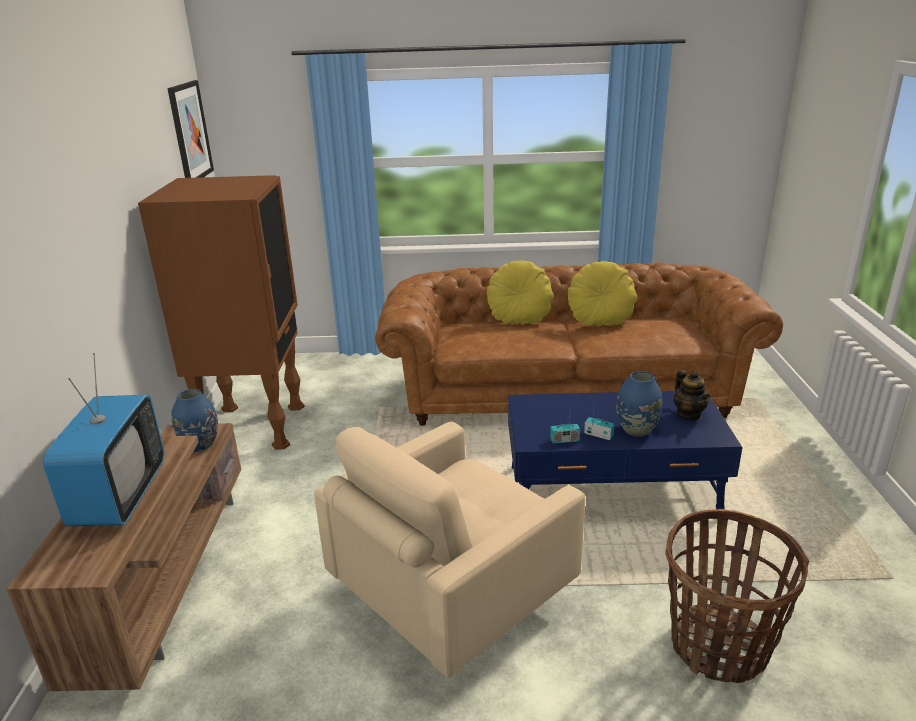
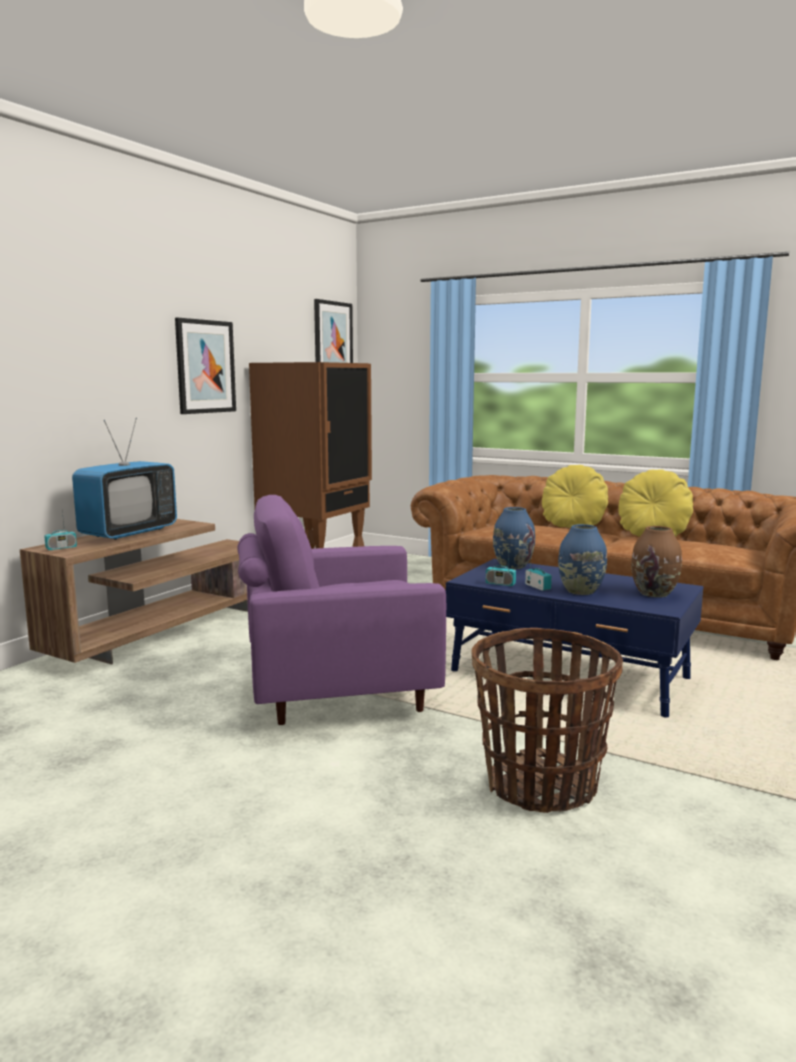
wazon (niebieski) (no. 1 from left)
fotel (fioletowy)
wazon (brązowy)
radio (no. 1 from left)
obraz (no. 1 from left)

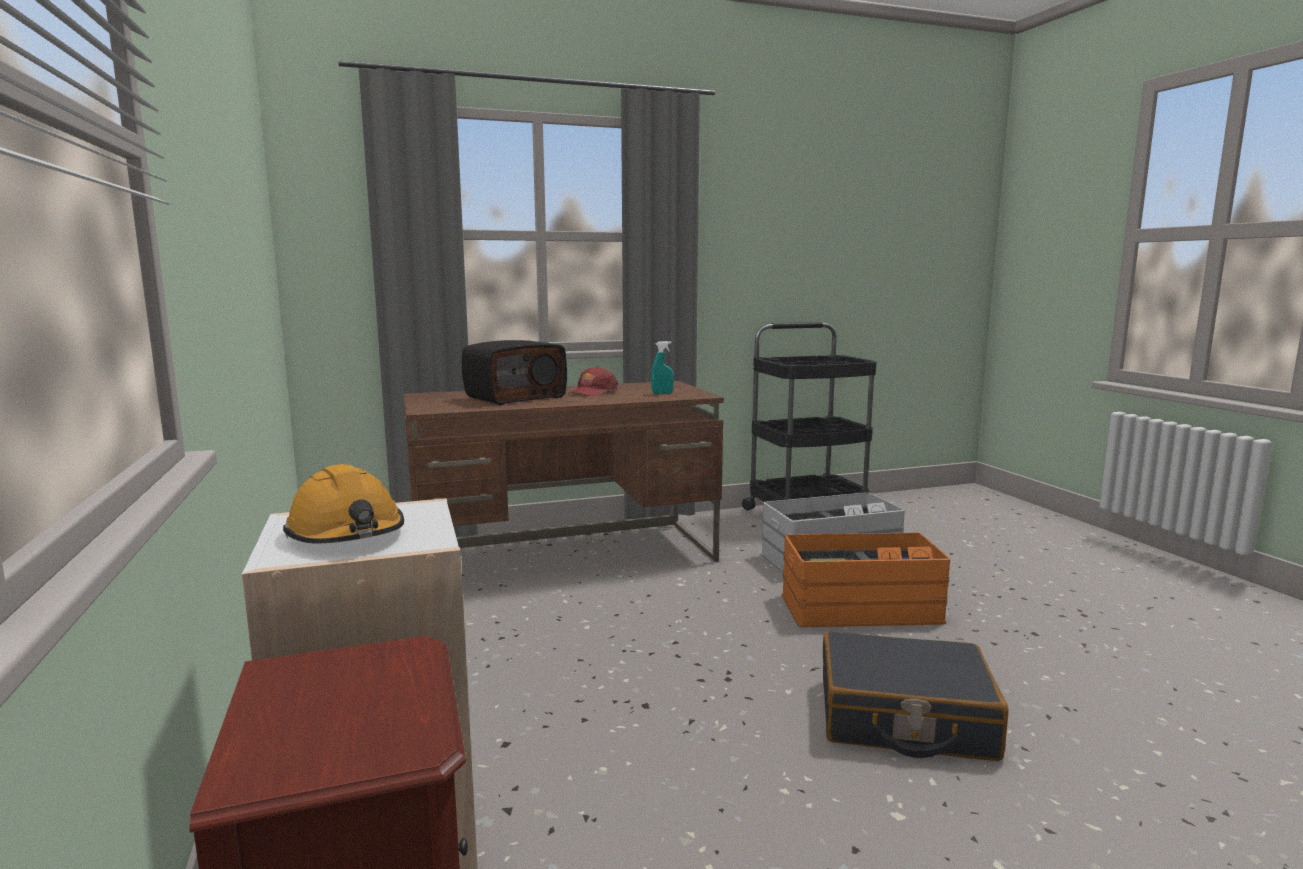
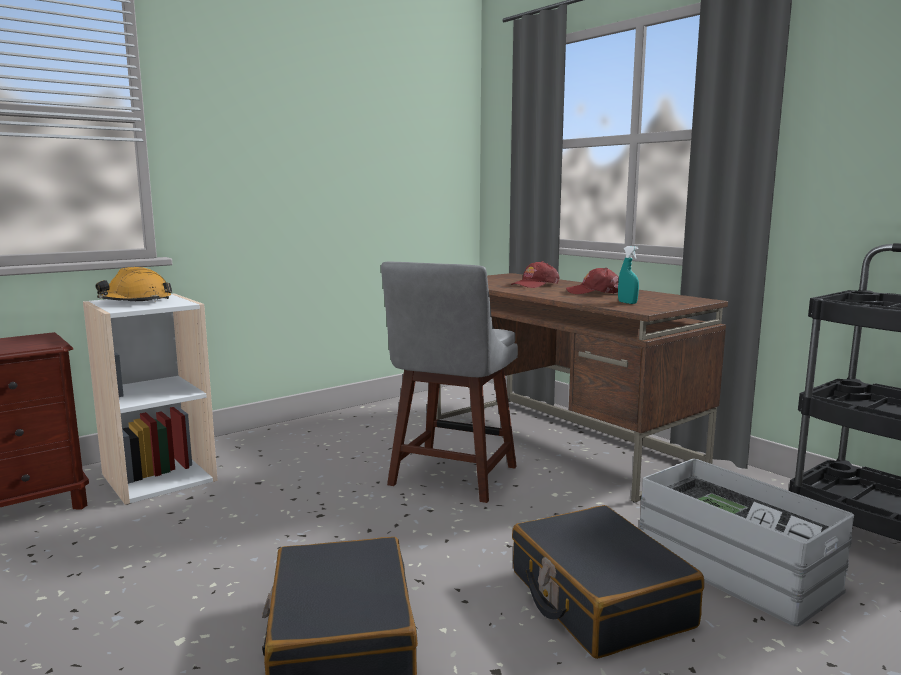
czapka z daszkiem (czerwony) (no. 1 from left)
walizka (czarny) (no. 2 from left)
krzesło (szary)

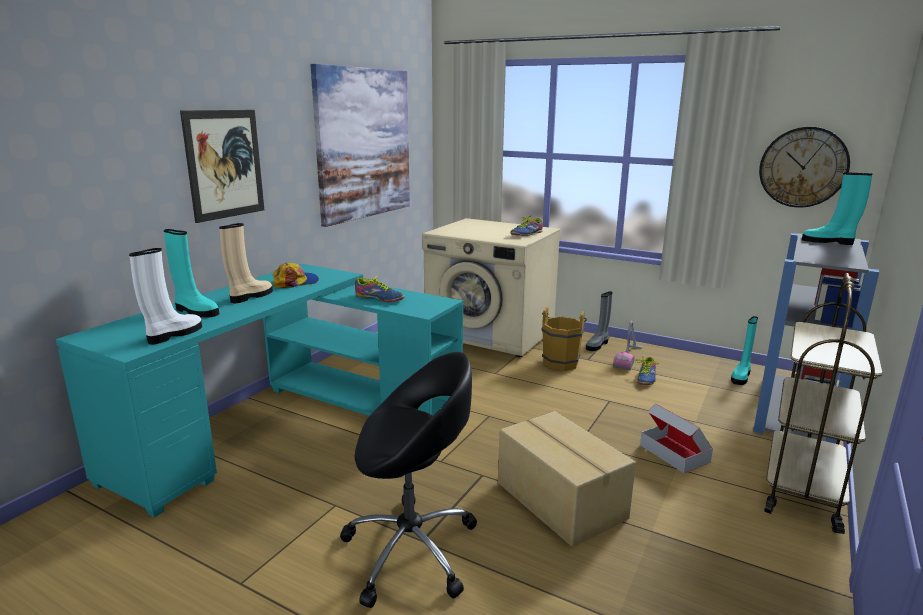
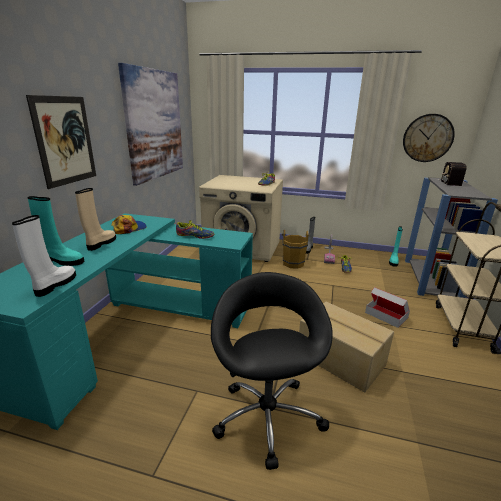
krzesło biurowe (czarny)
radio

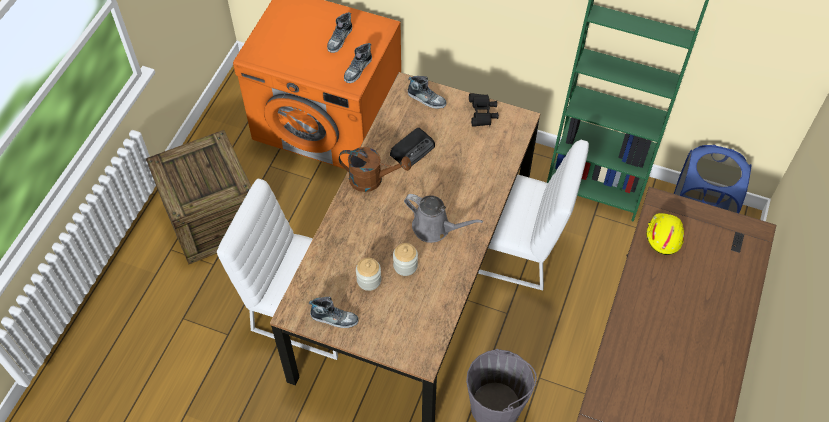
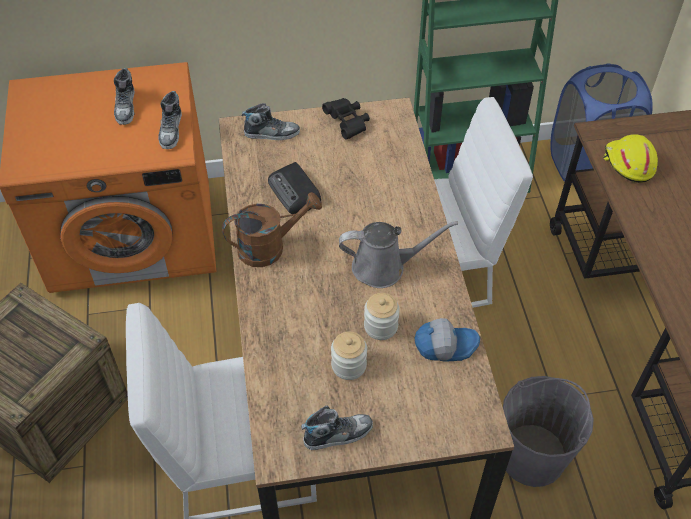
radio
czapka z daszkiem

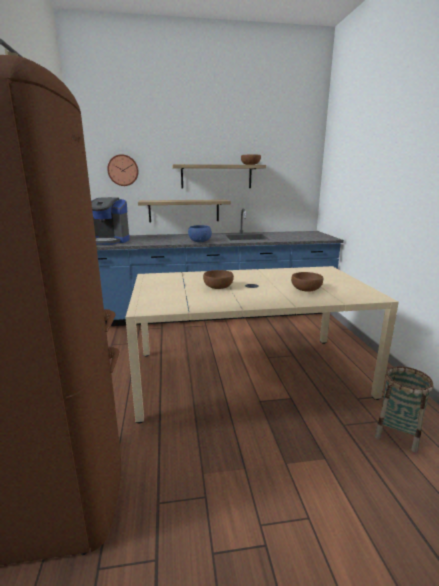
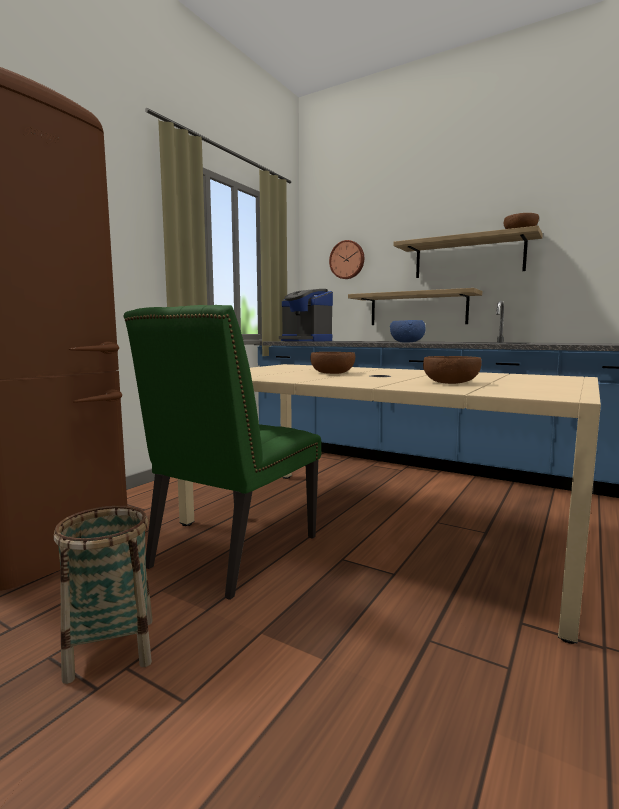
koszyk
krzesło (zielony)

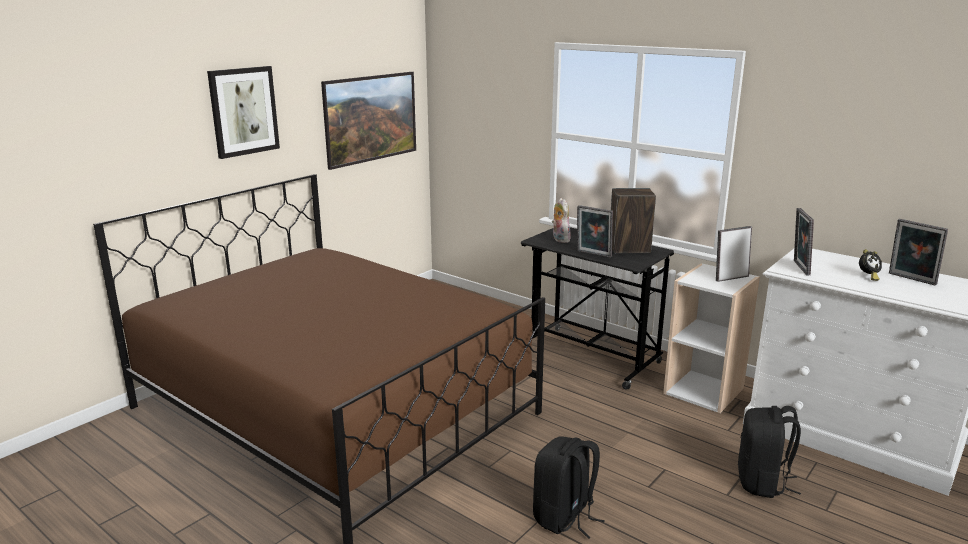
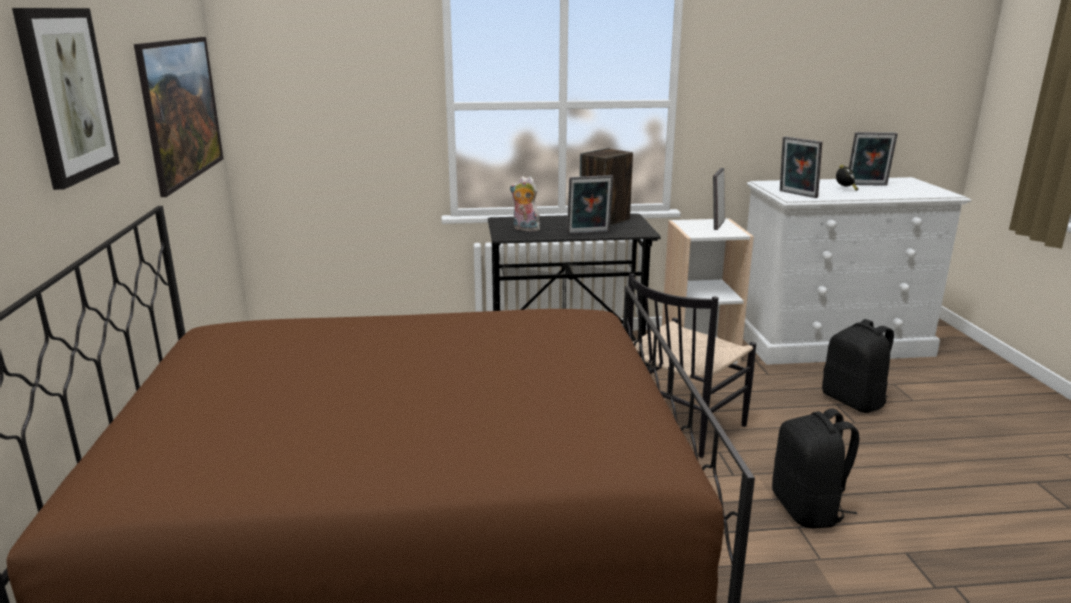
krzesło (czarny)

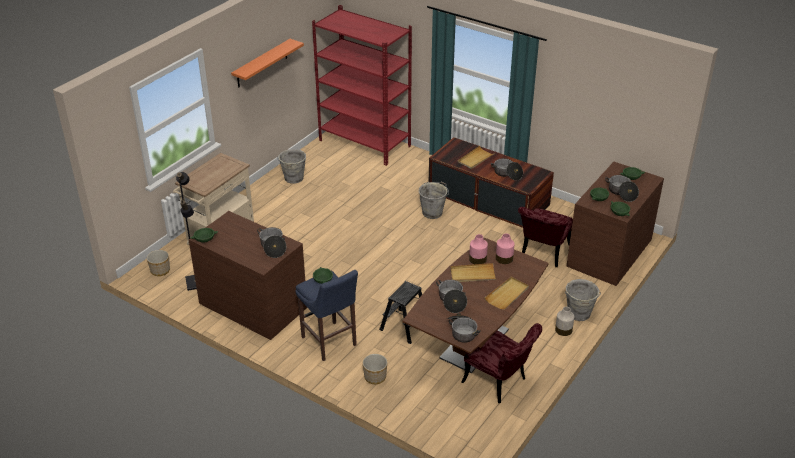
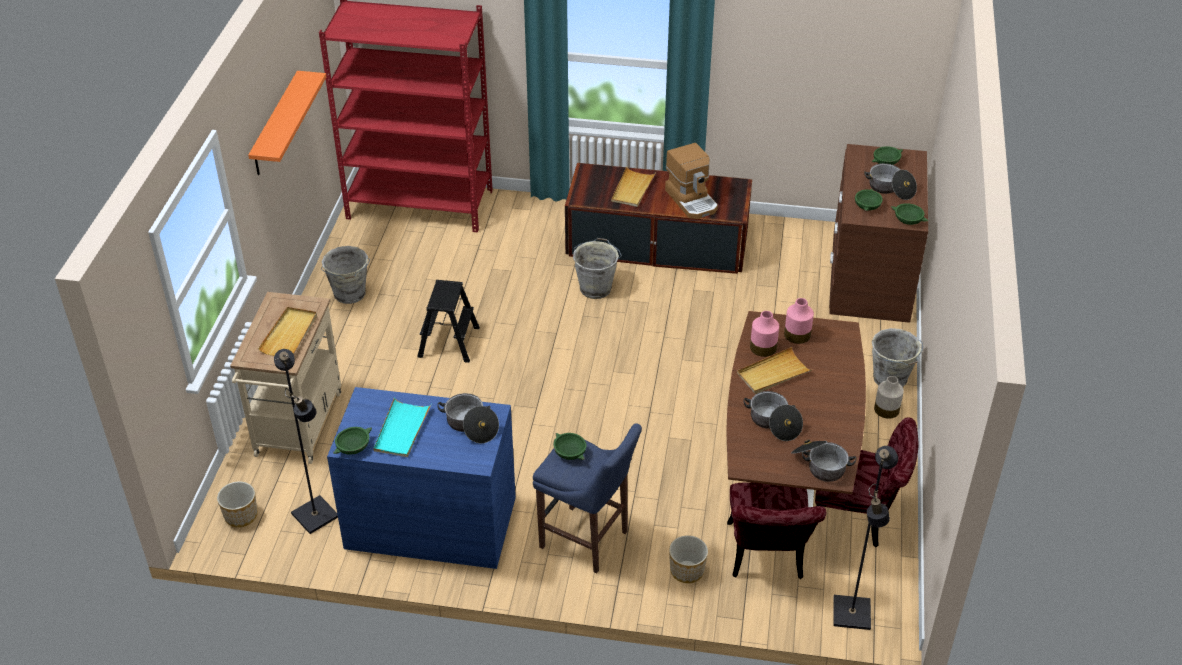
komoda (niebieski)
drabinka (czarny)
taca (beżowy) (no. 1 from left)
ekspres do kawy
krzesło (czerwony) (no. 1 from left)
taca (turkusowy)
lampa stojąca (czarny) (no. 2 from left)

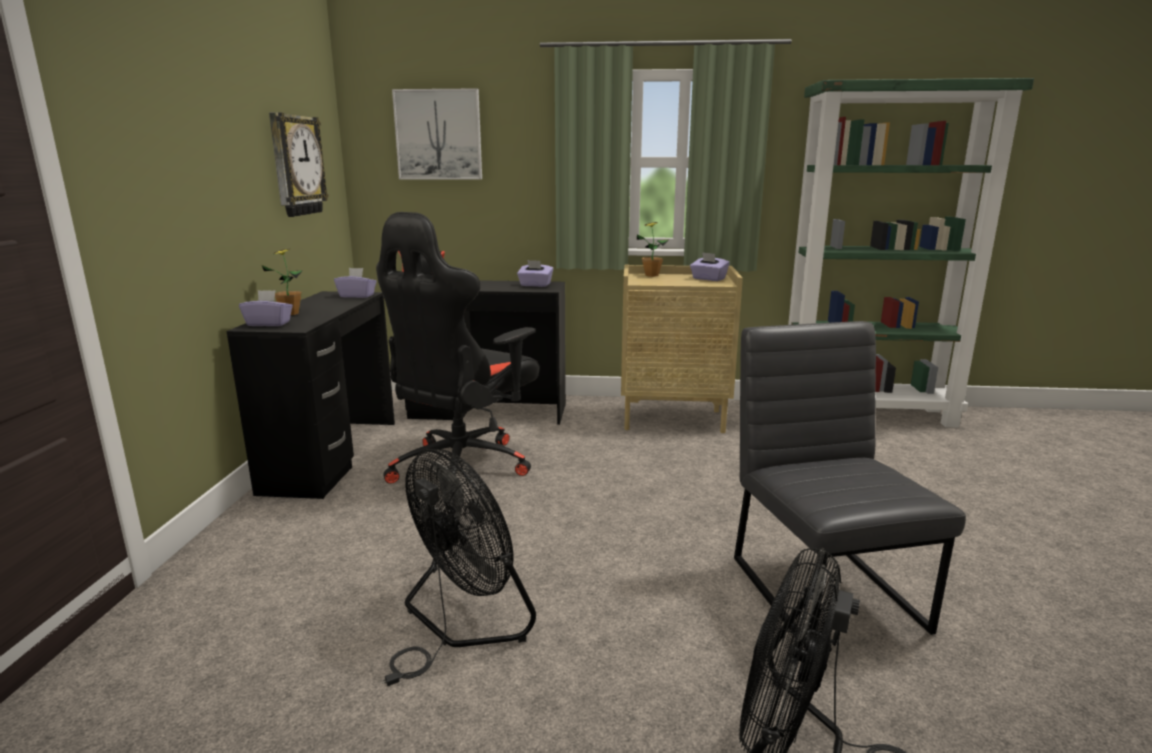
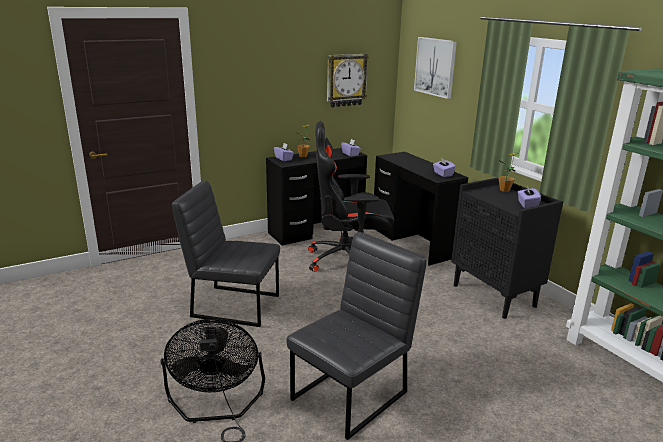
krzesło (szary) (no. 1 from left)
szafka (czarny)

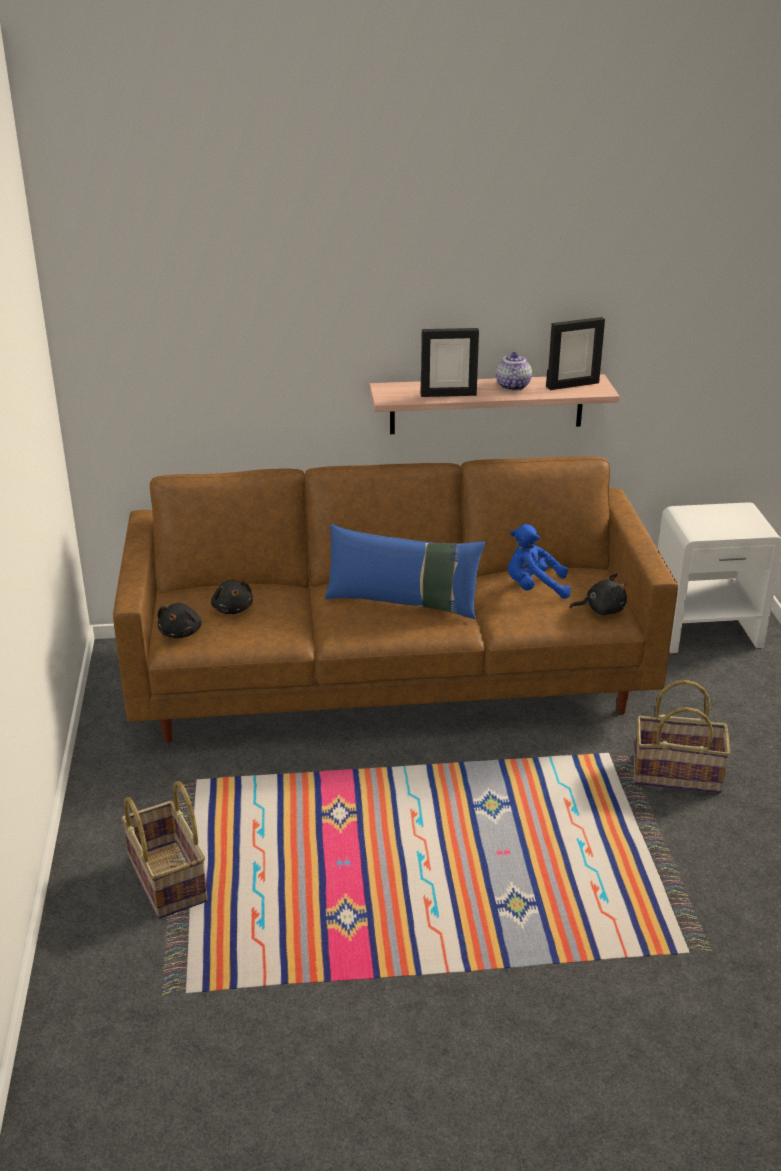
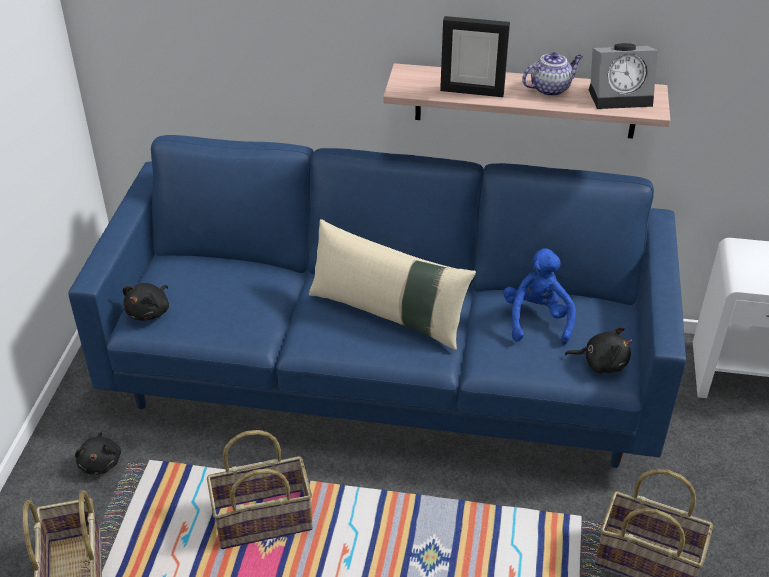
kanapa (niebieski)
pluszak (czarny) (no. 1 from left)
poduszka (beżowy)
imbryk
pluszak (niebieski)
budzik
koszyk (no. 2 from left)

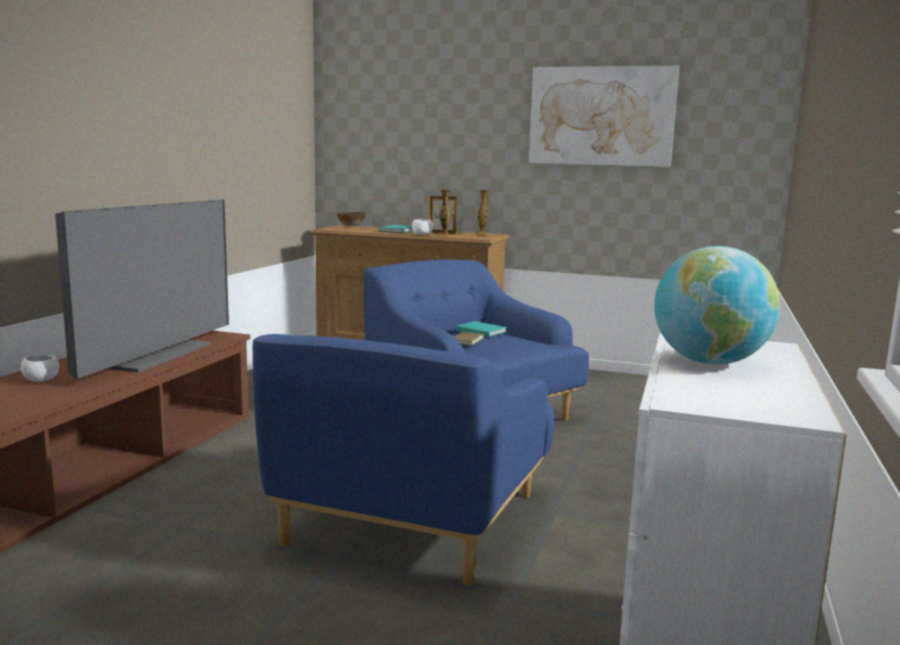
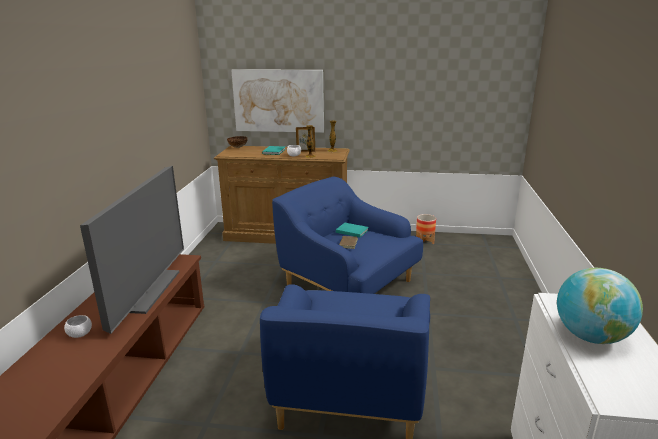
obraz
donica

